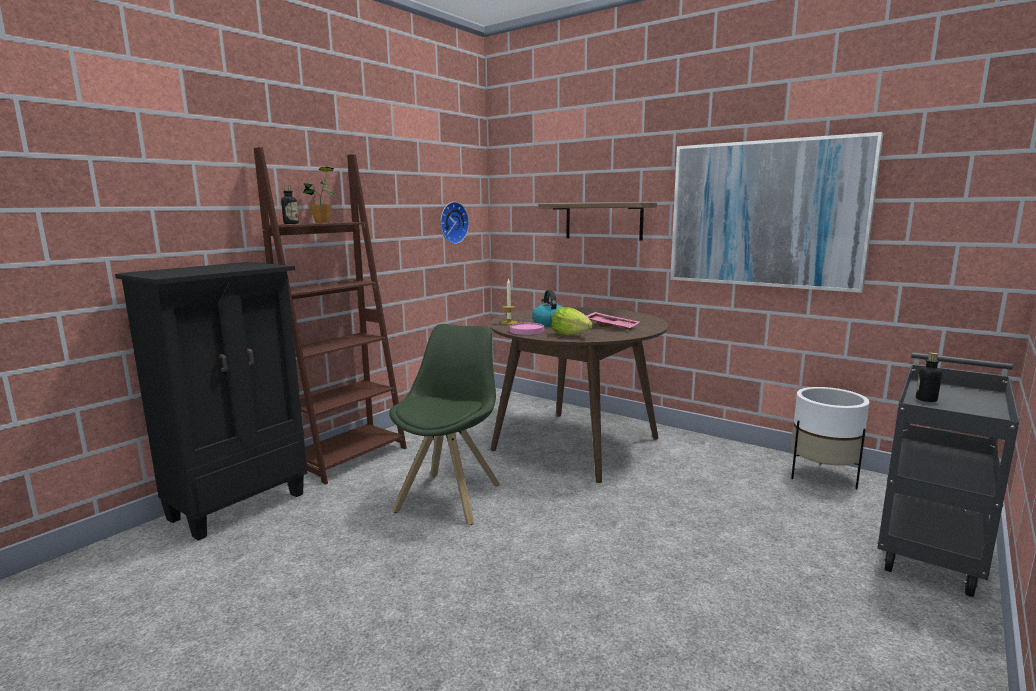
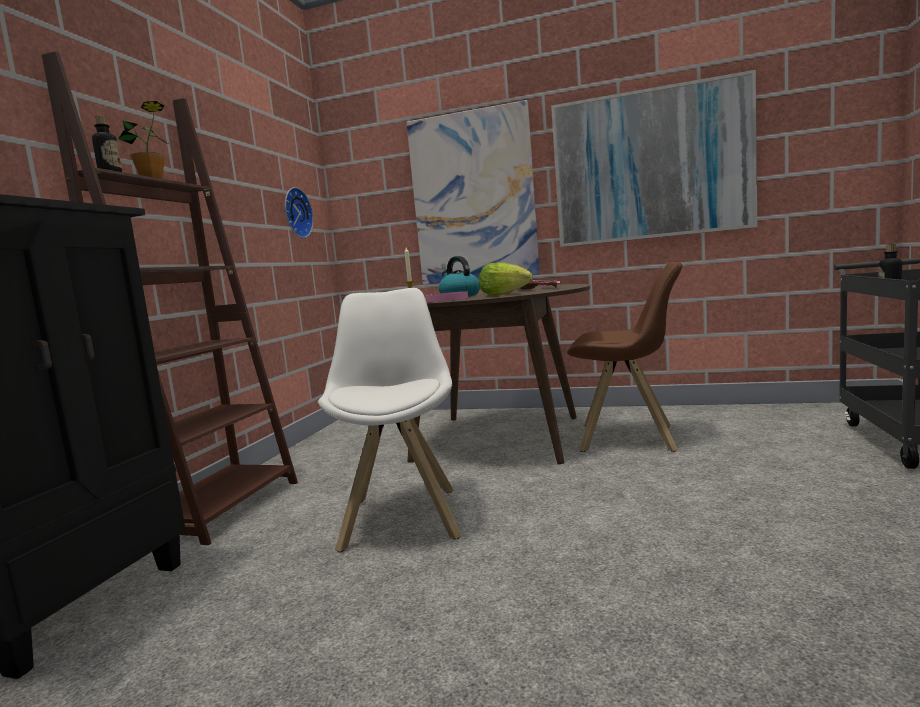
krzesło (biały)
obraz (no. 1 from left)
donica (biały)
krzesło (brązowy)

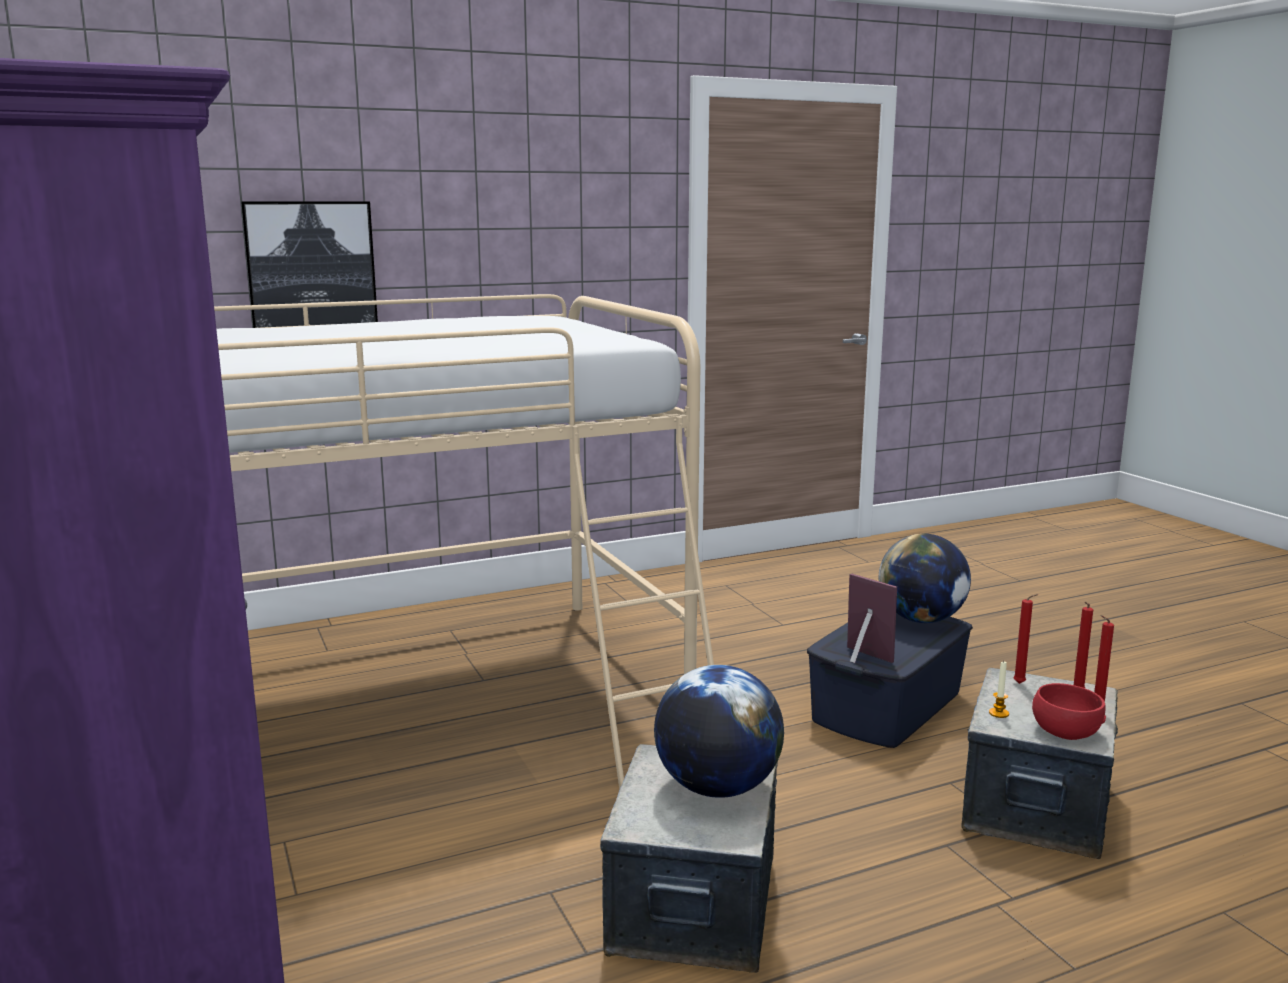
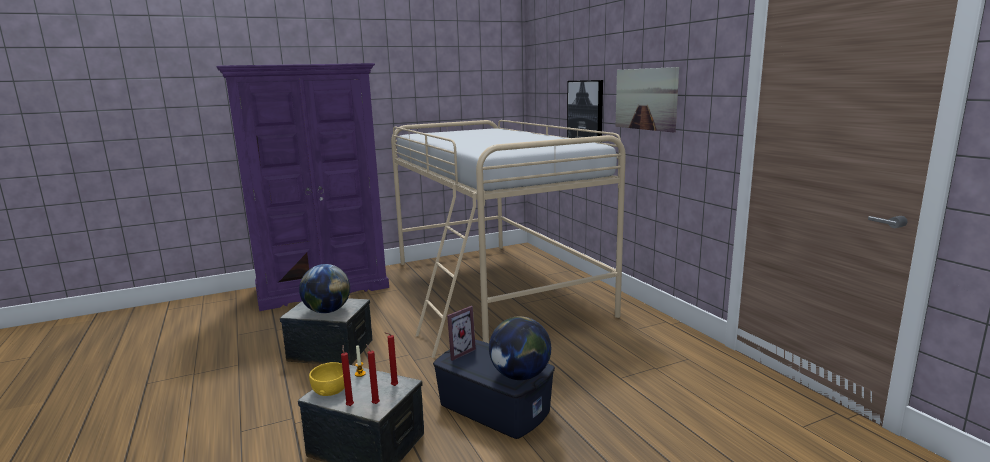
miska (żółty)
obraz (no. 2 from left)

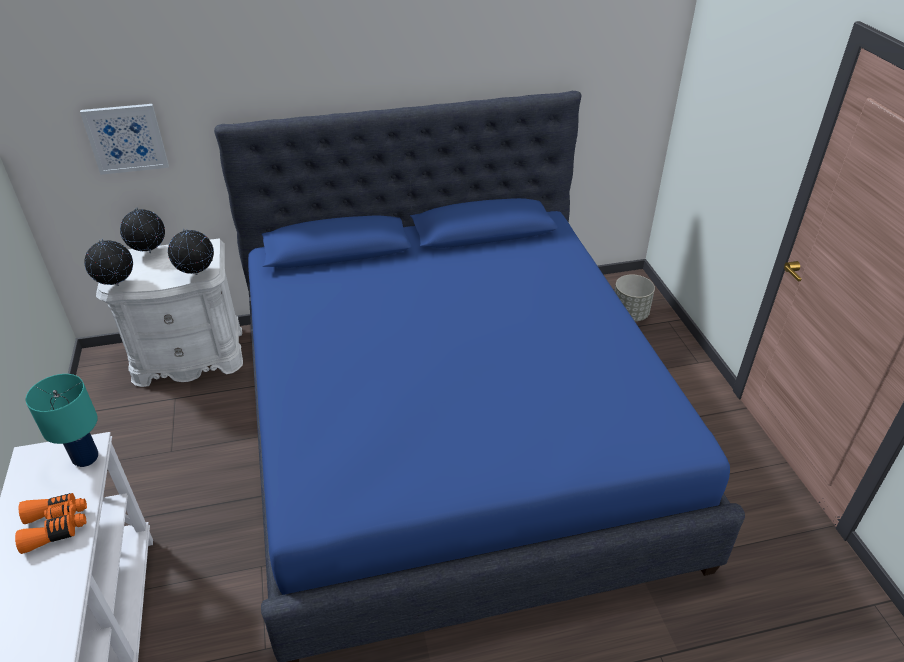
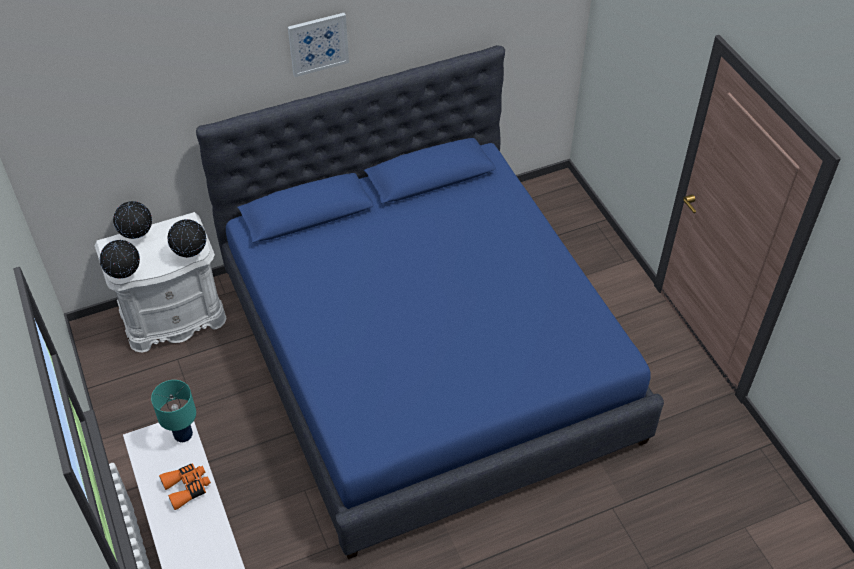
obraz
donica (szary)

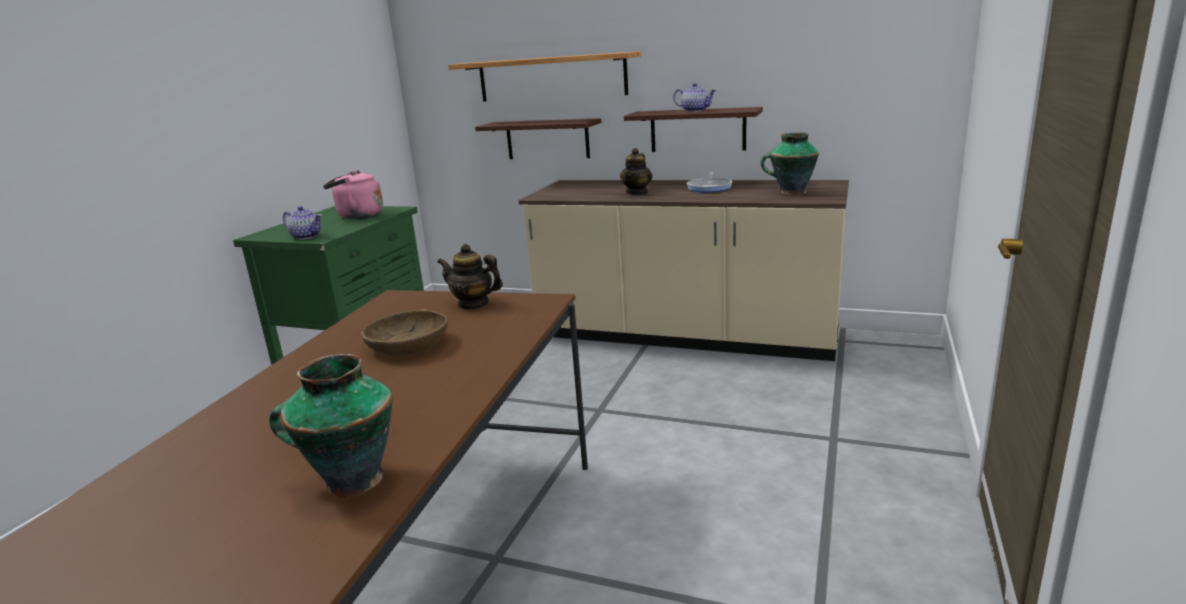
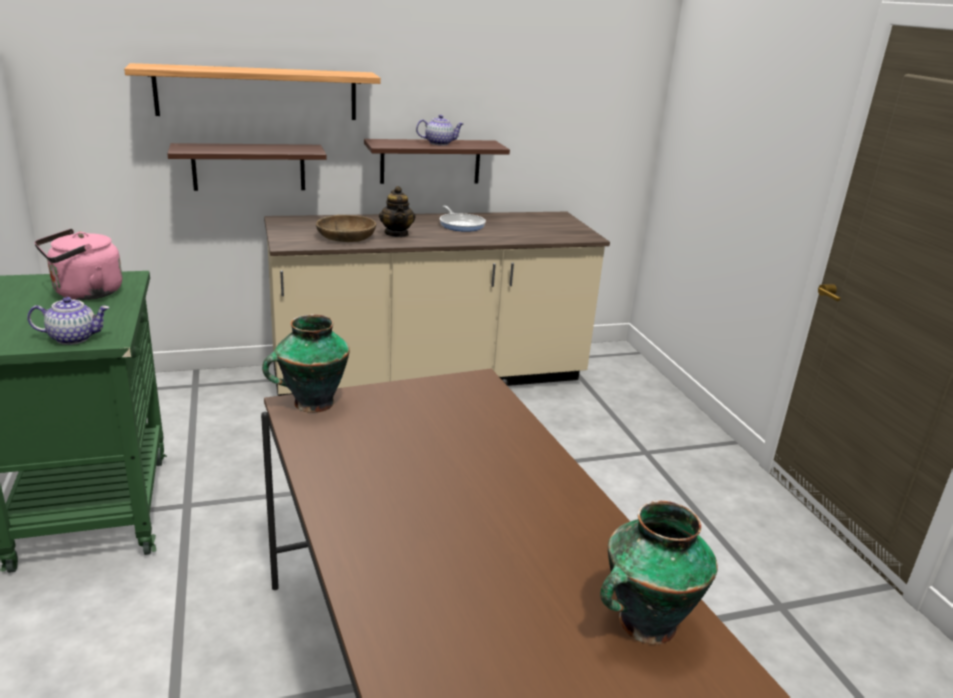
miska (brązowy)
imbryk (no. 2 from left in the first image)
wazon (no. 1 from left)

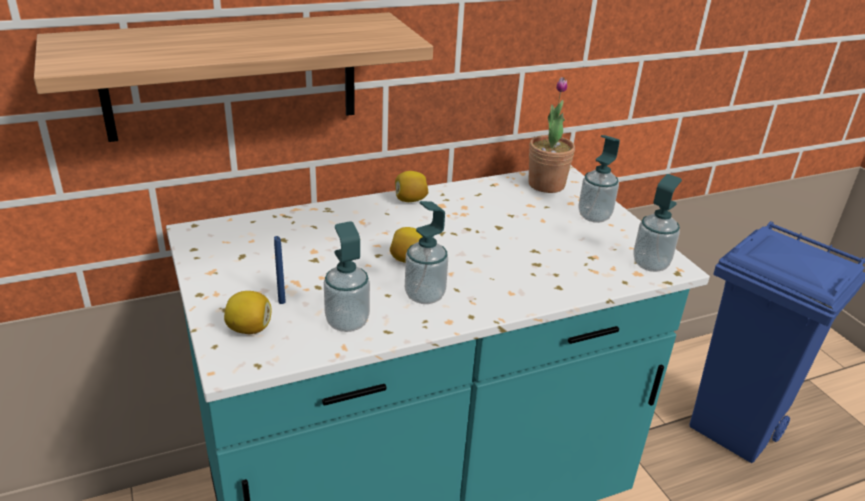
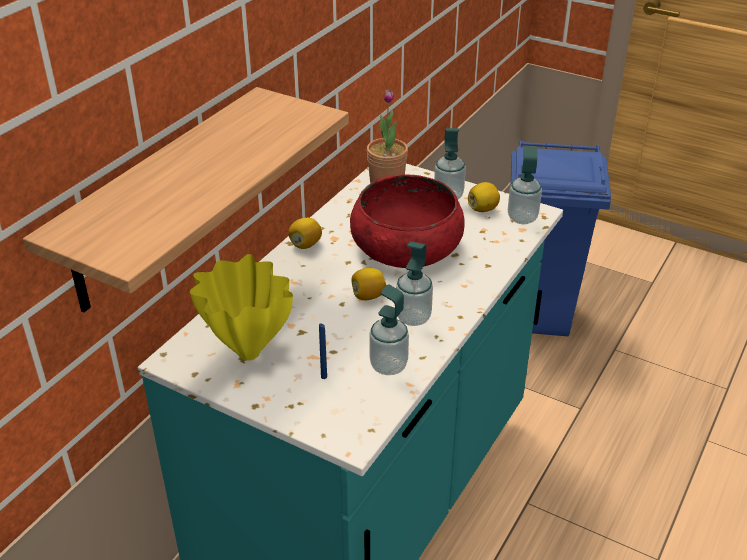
cytryna (no. 3 from left)
wazon (żółty)
miska (czerwony)

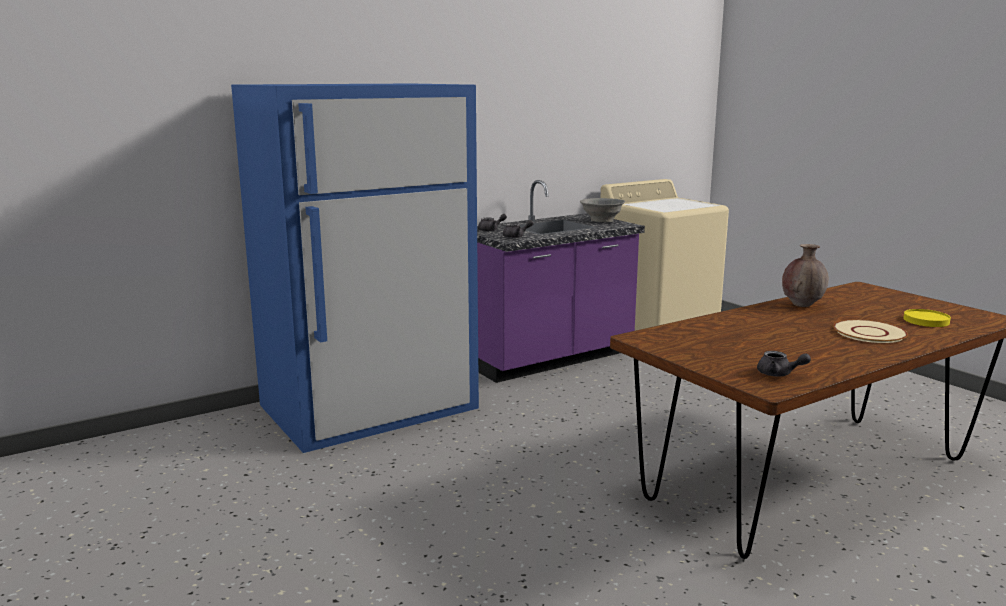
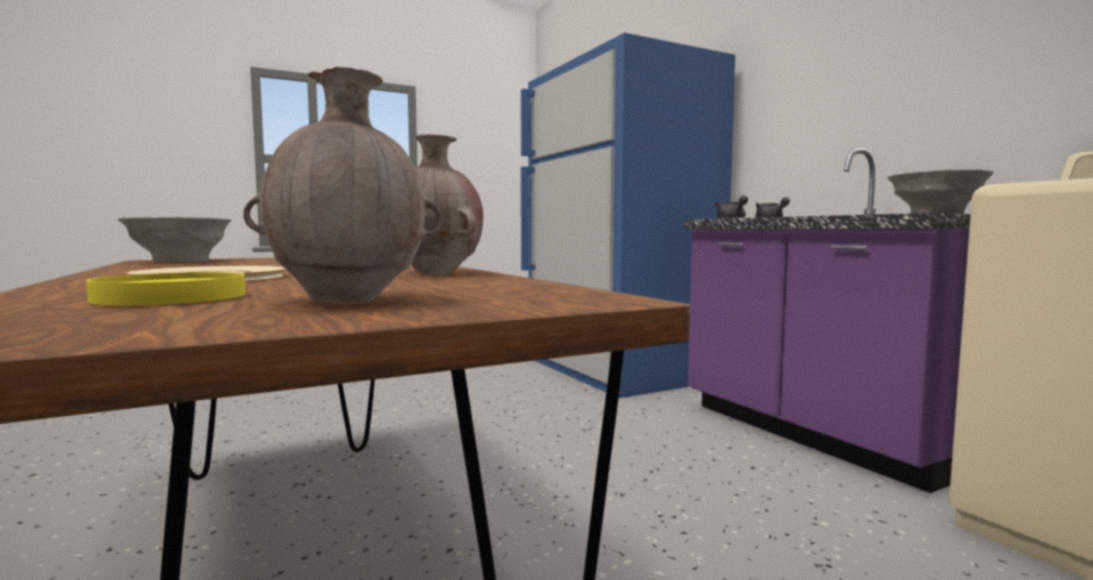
miska (szary) (no. 1 from left)
wazon (brązowy) (no. 1 from left)

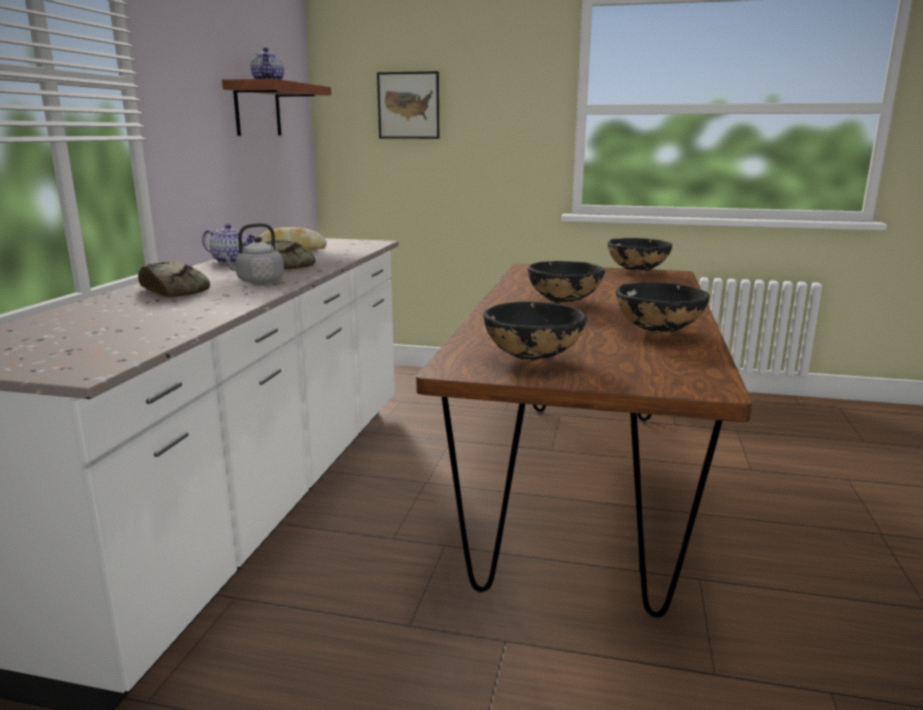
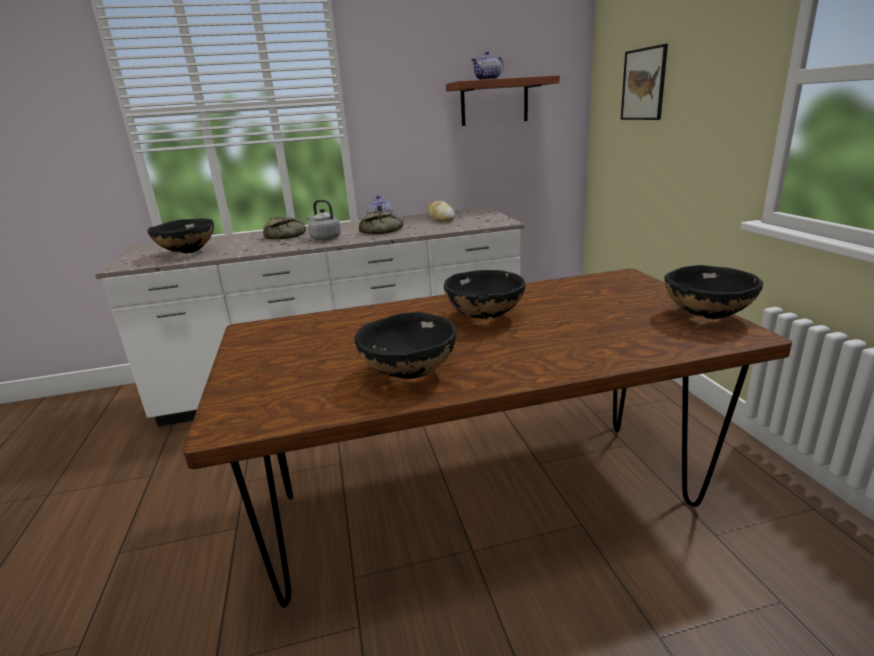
miska (czarny) (no. 1 from left)

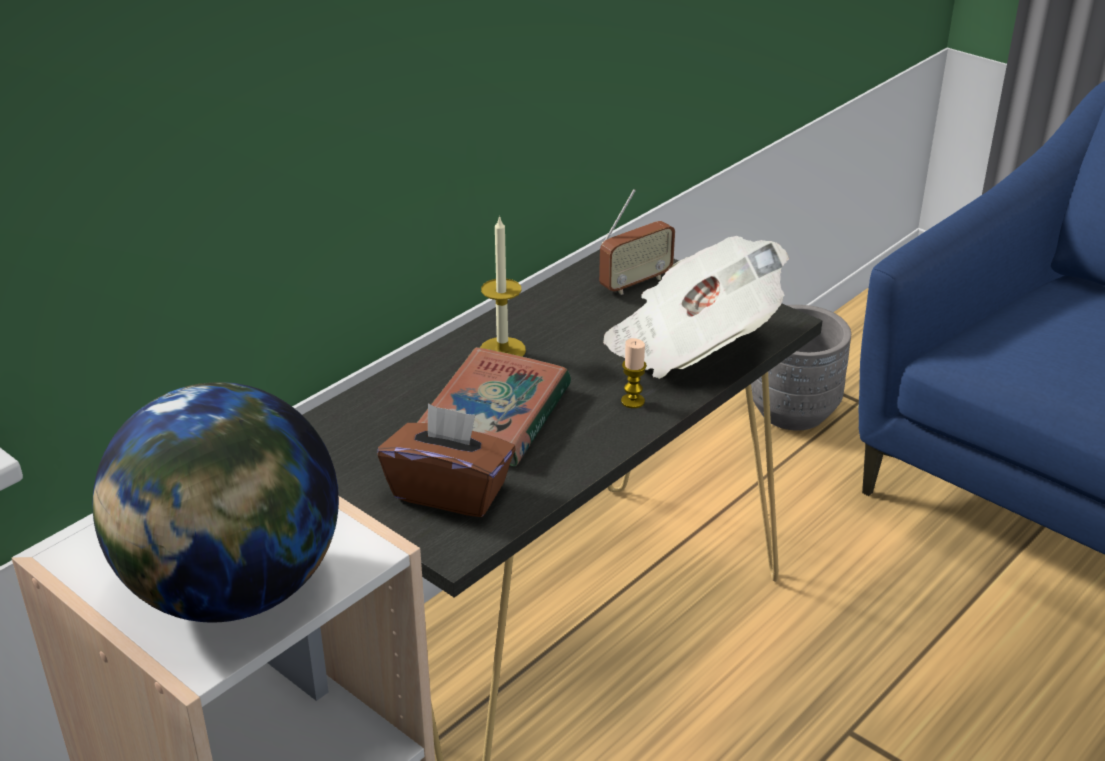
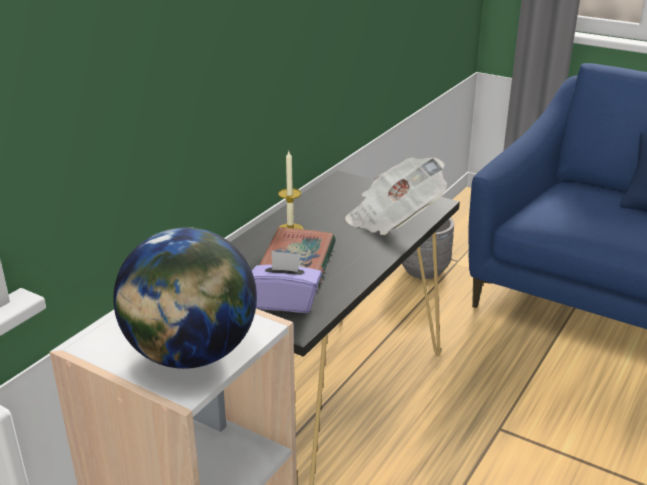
pudełko chusteczek (fioletowy)
radio
świeca (no. 2 from left in the first image)

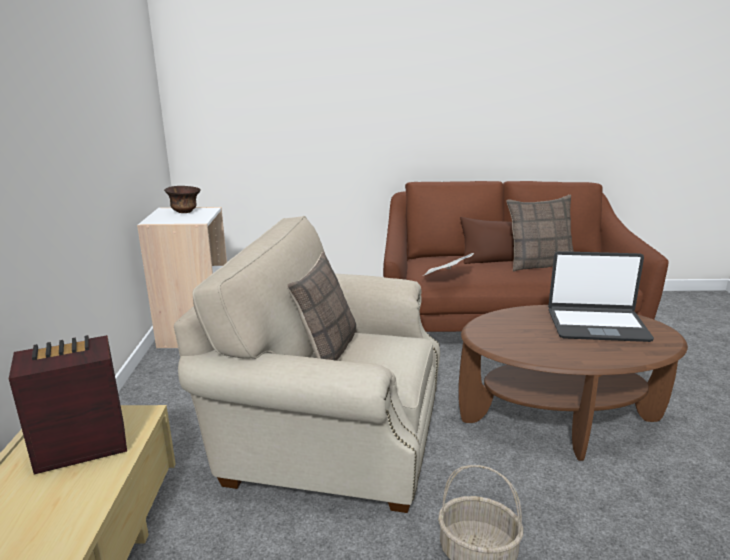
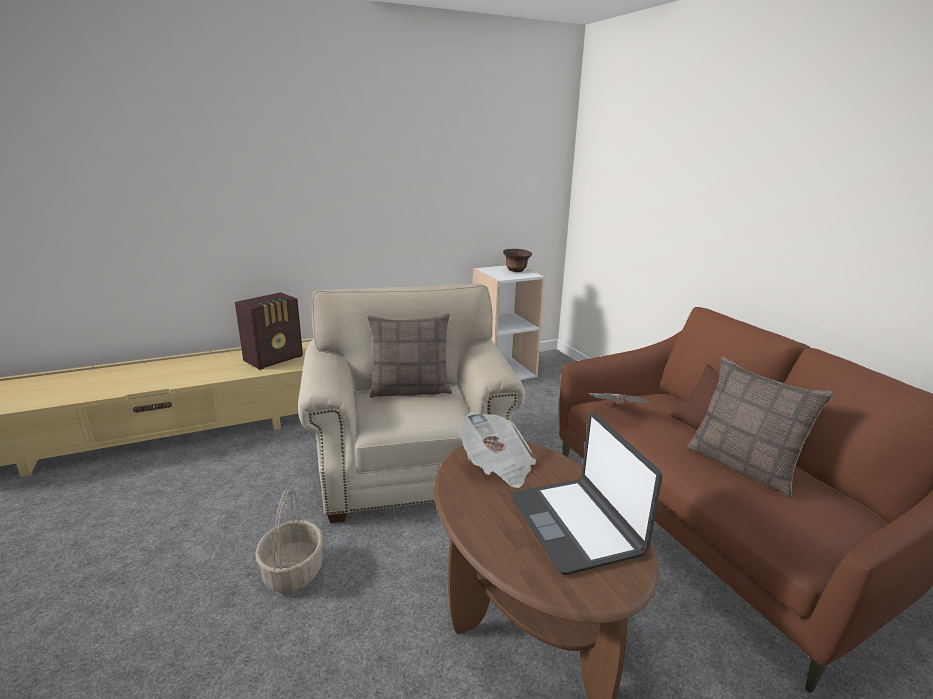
radio
gazeta (no. 1 from left)

